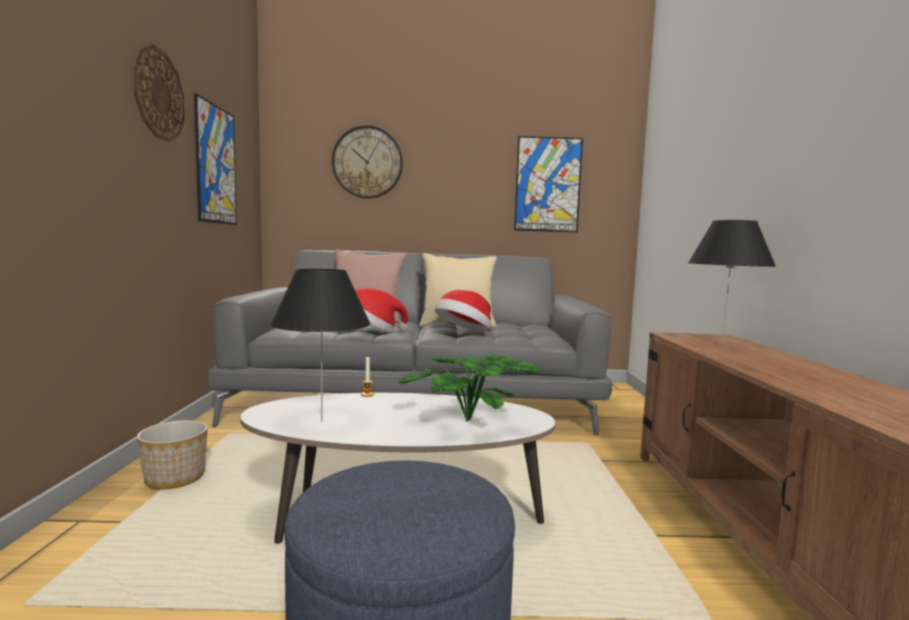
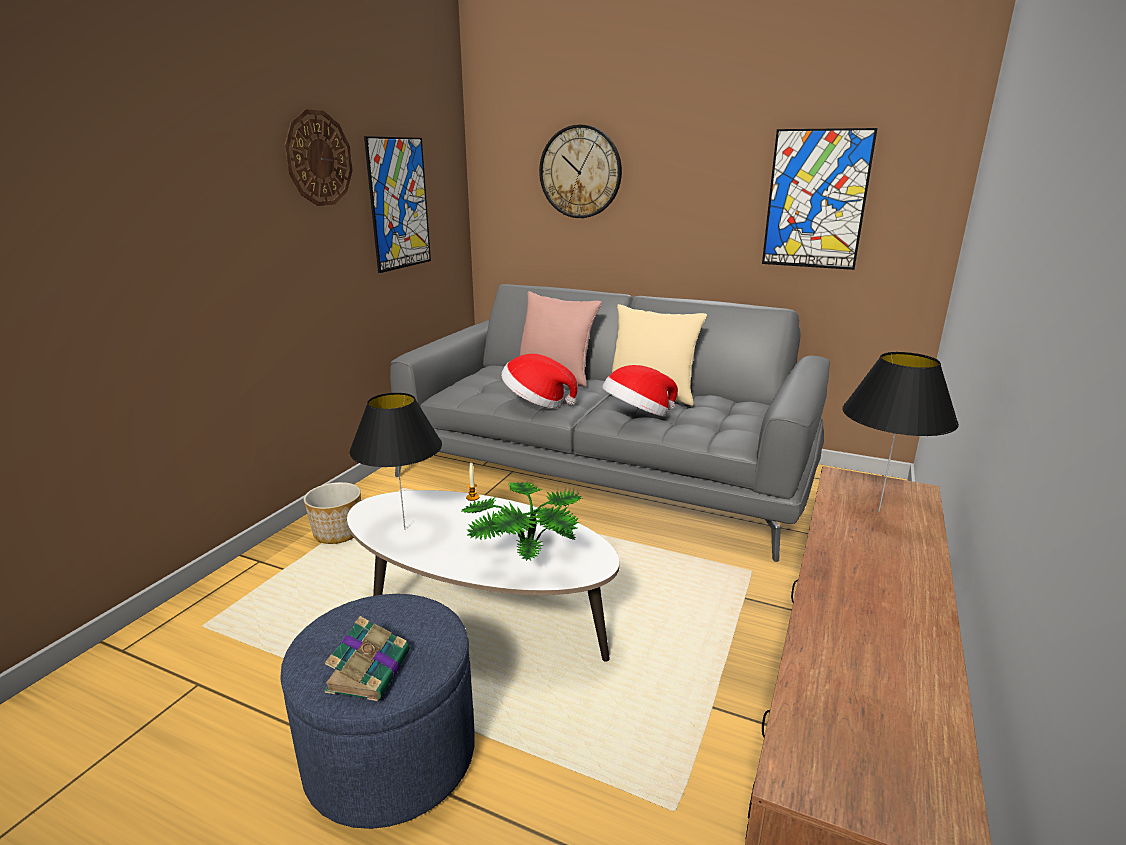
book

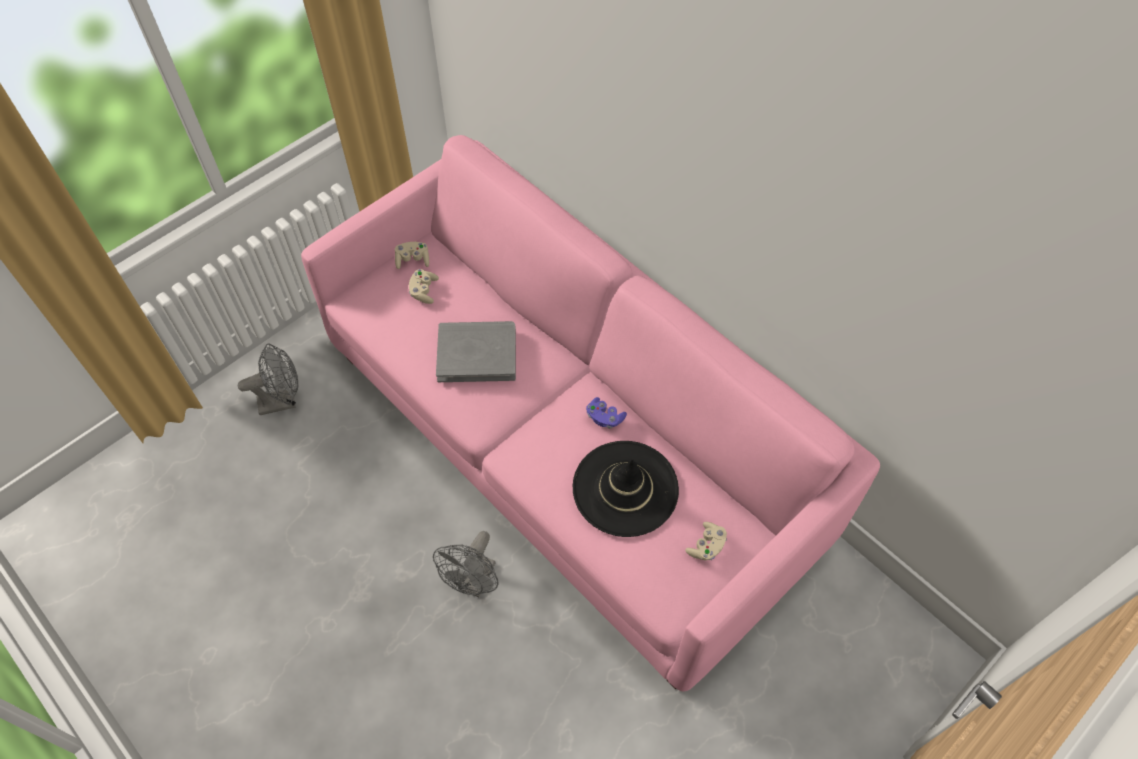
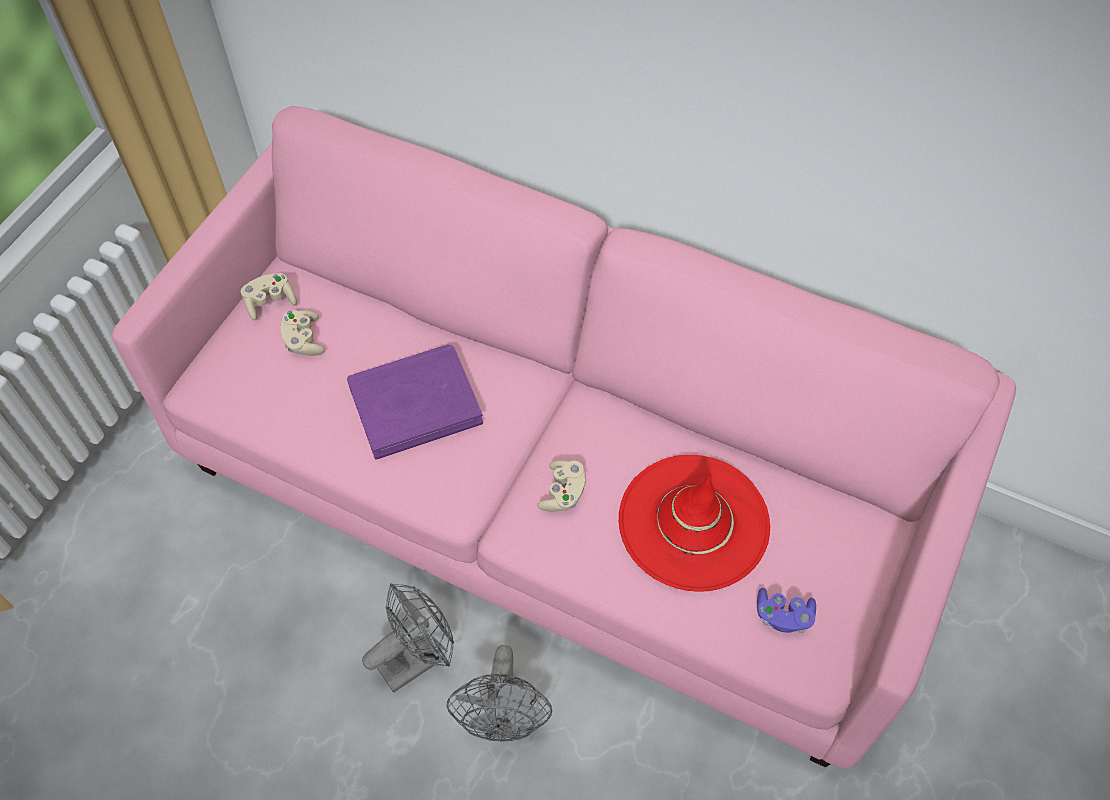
purplish book; grey electric fan (no. 1 from left); beige-coloured joypad (no. 3 from left); red-coloured clothing hat; purplish joypad

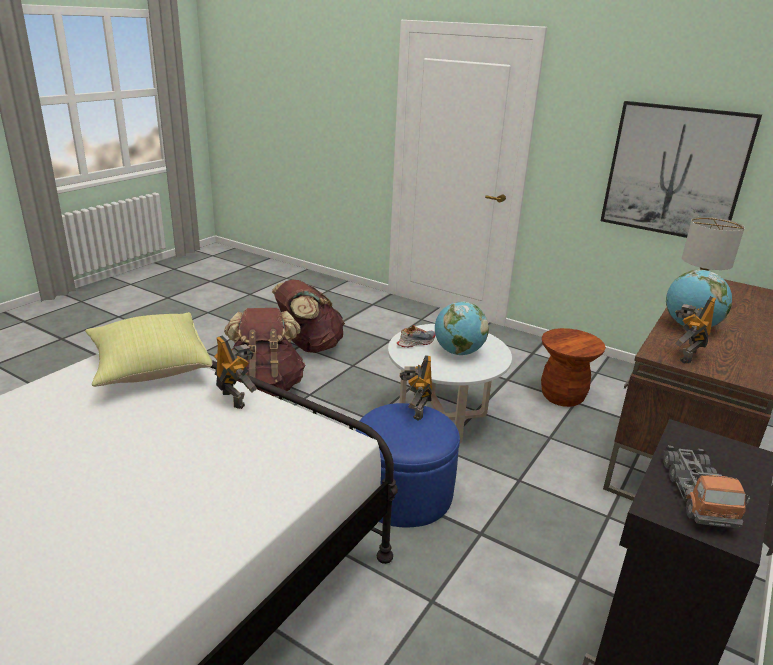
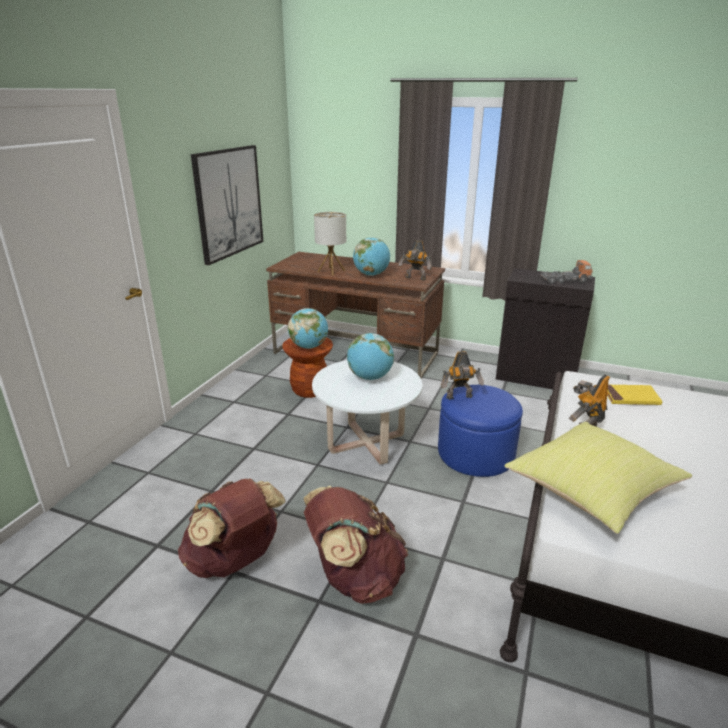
globe (no. 1 from left); yellow-coloured book; item of footwear

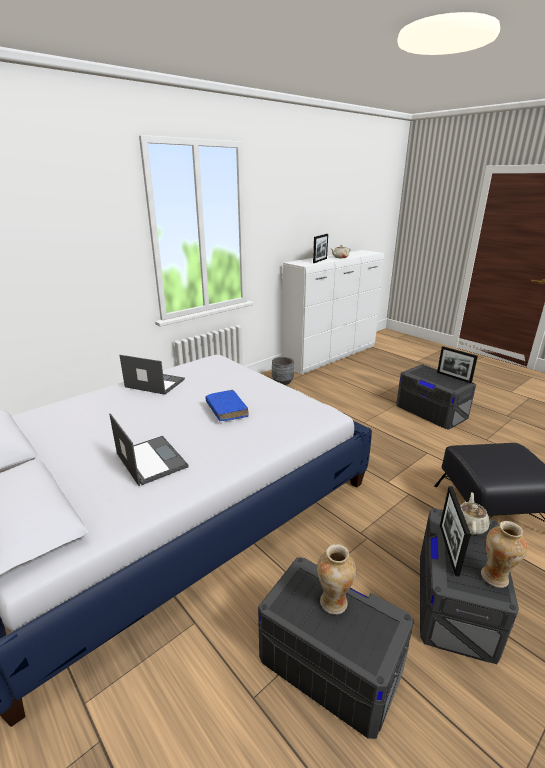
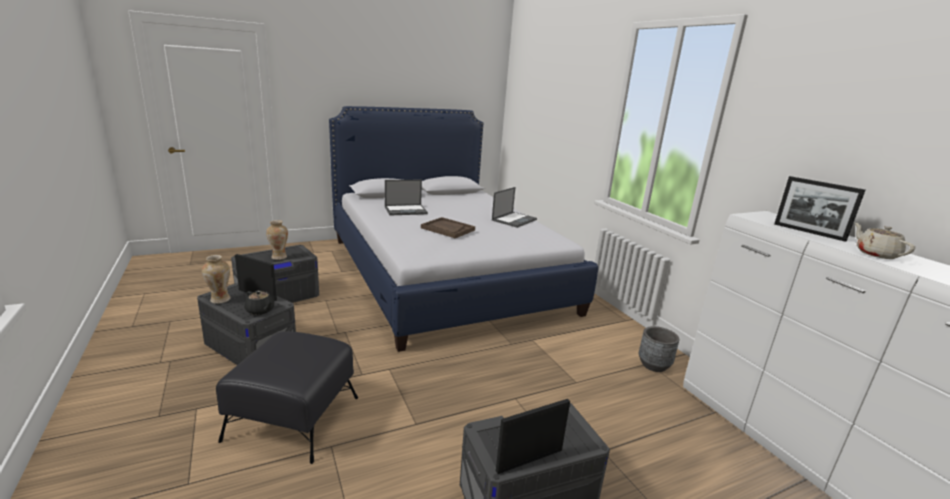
black-coloured teapot; brown-coloured tray

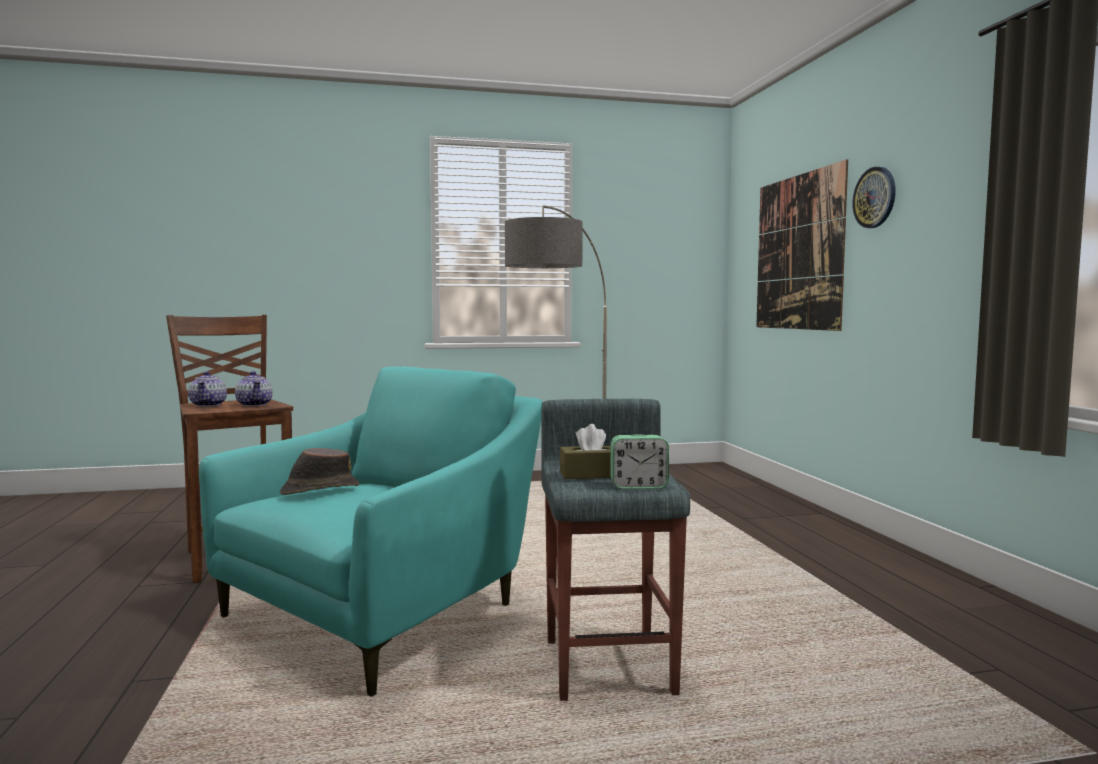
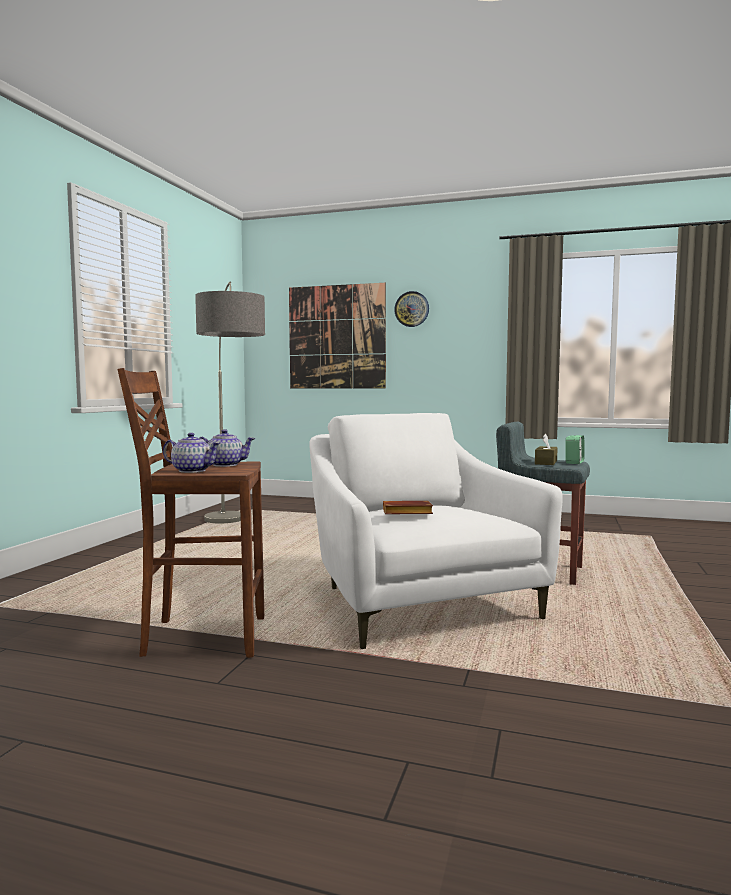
white-coloured easy chair; brown-coloured book

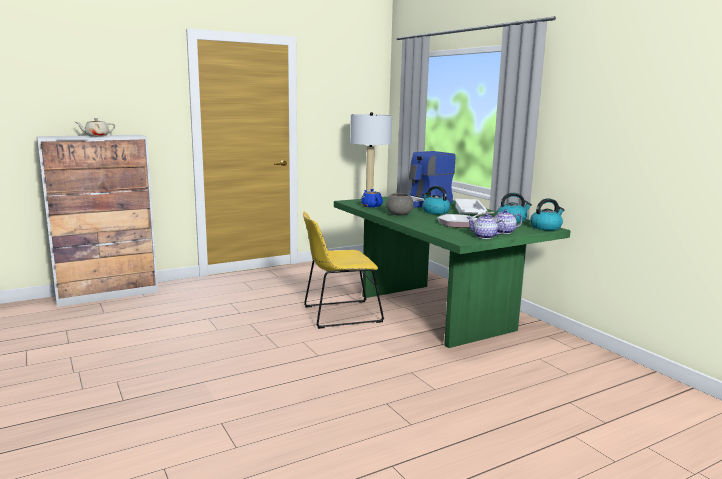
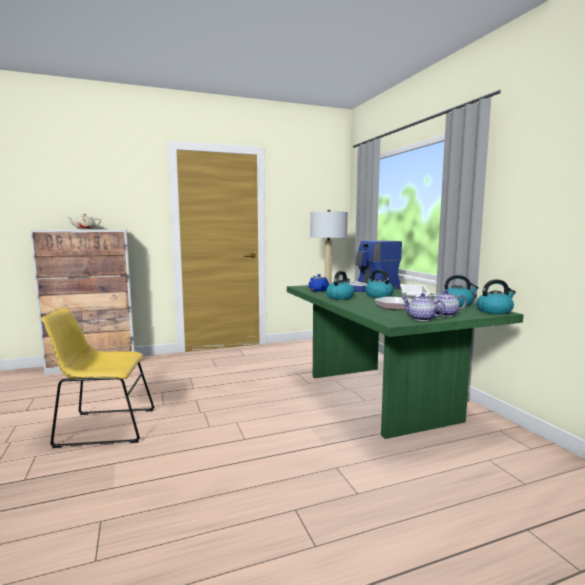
yellow-coloured plain chair; kettle (no. 1 from left)

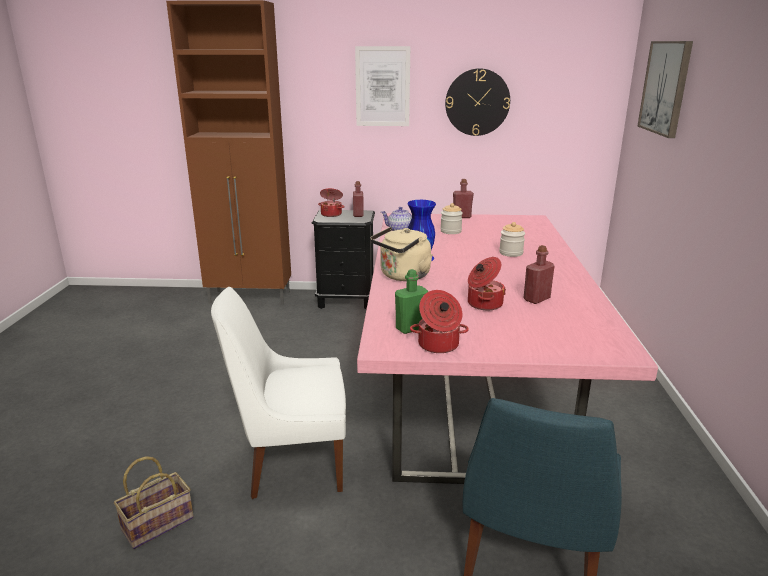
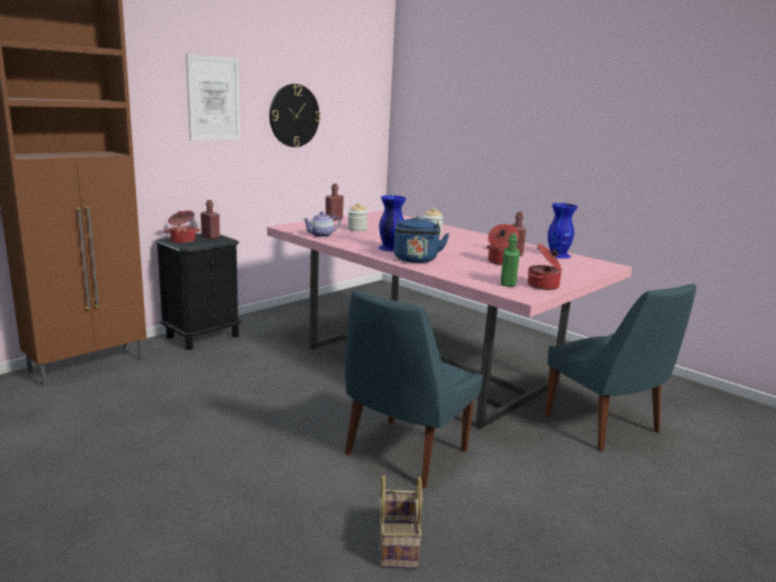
blue-coloured plain chair (no. 1 from left); blue-coloured kettle; blue-coloured flower vase (no. 2 from left); wall art (no. 2 from left in the first image)

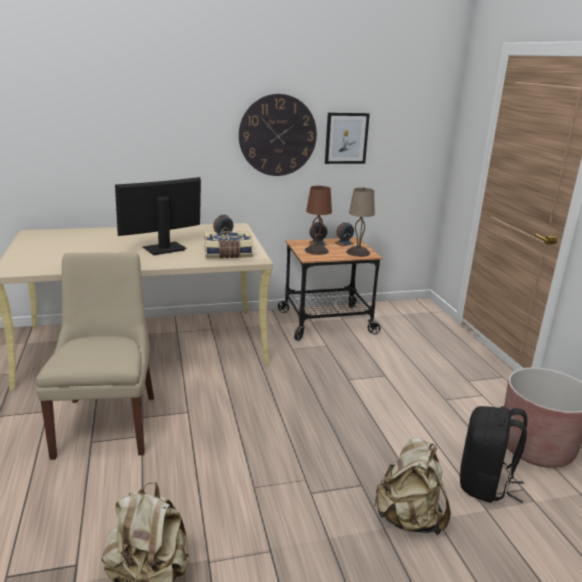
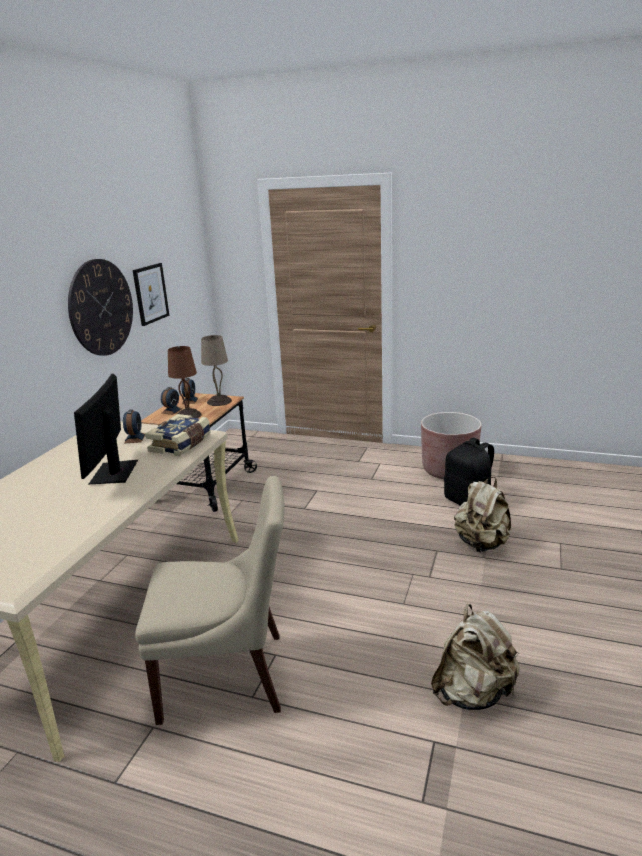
beige-coloured plain chair

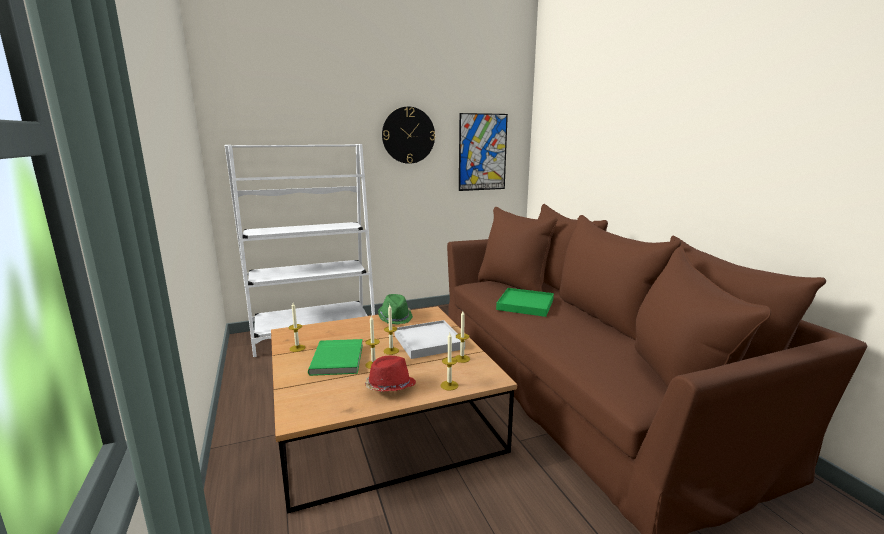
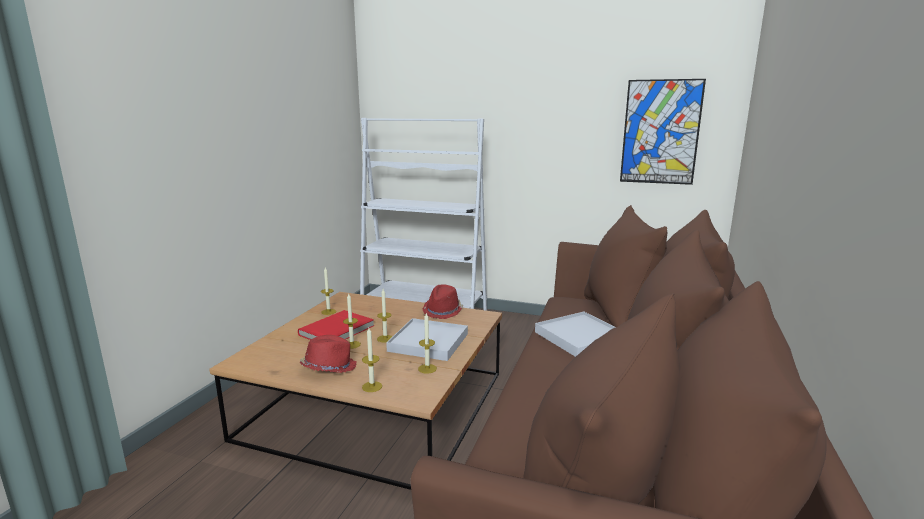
red-coloured book; red-coloured clothing hat (no. 2 from left); white-coloured tray (no. 2 from left); clock on the wall

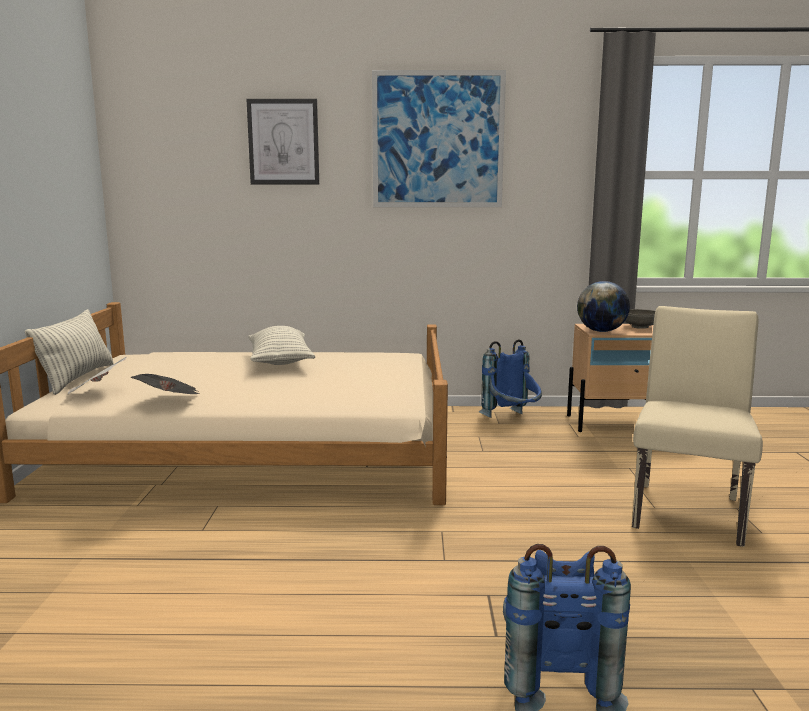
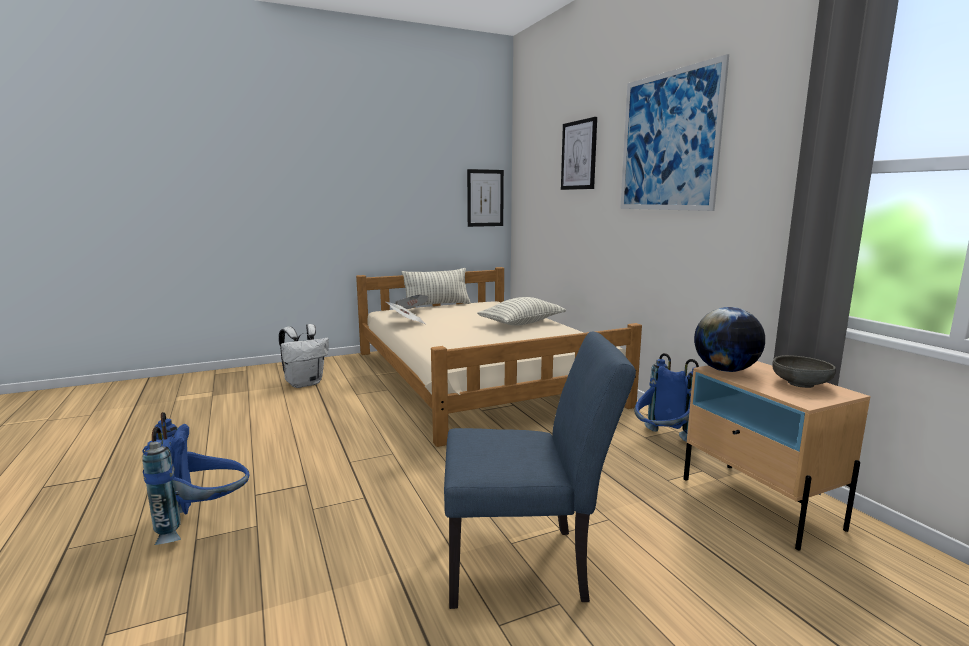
white-coloured backpack; blue-coloured plain chair; wall art (no. 1 from left)

